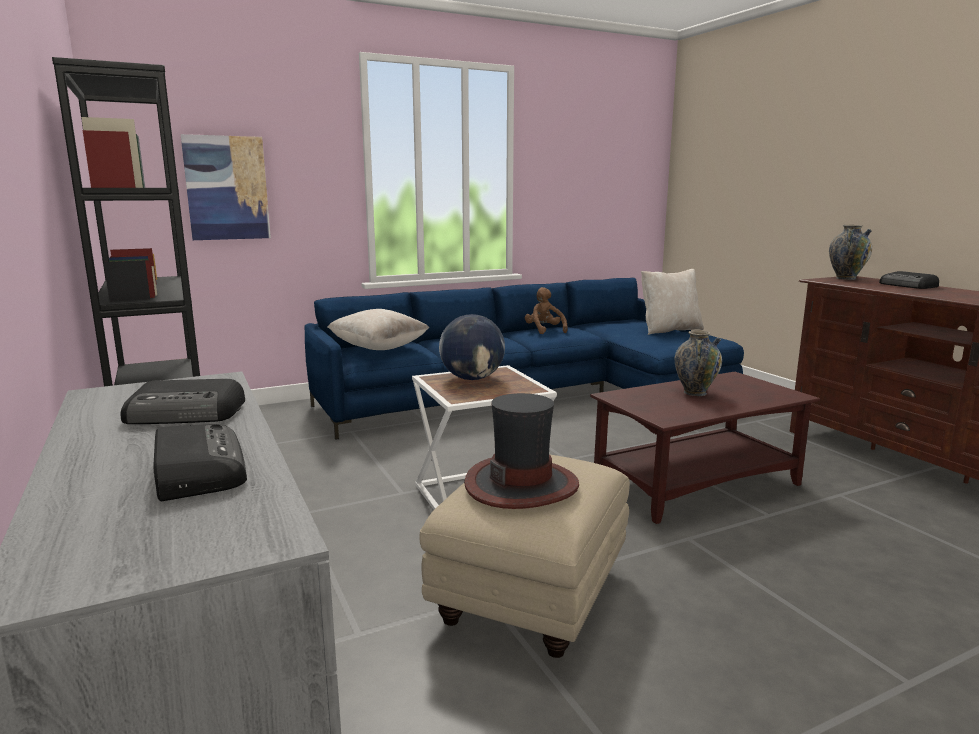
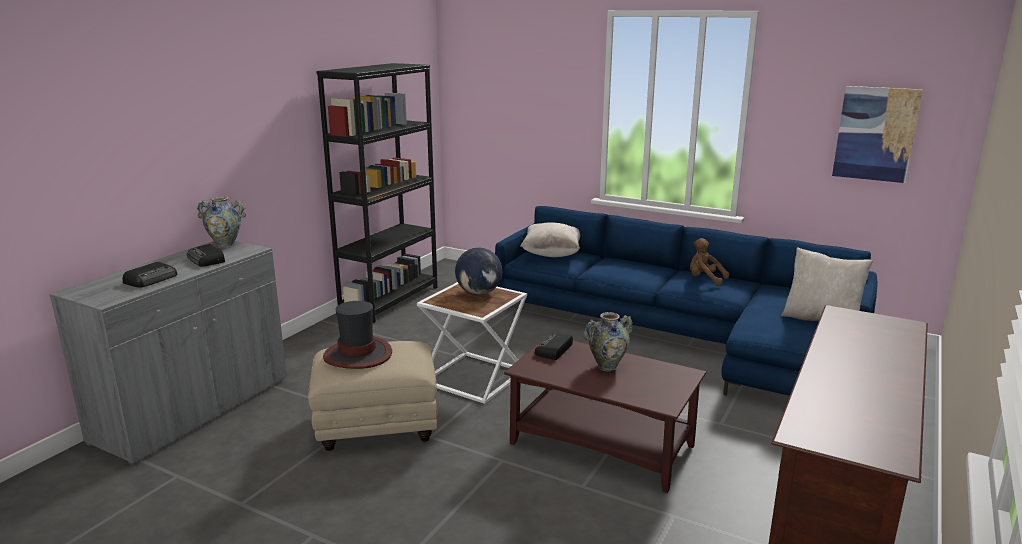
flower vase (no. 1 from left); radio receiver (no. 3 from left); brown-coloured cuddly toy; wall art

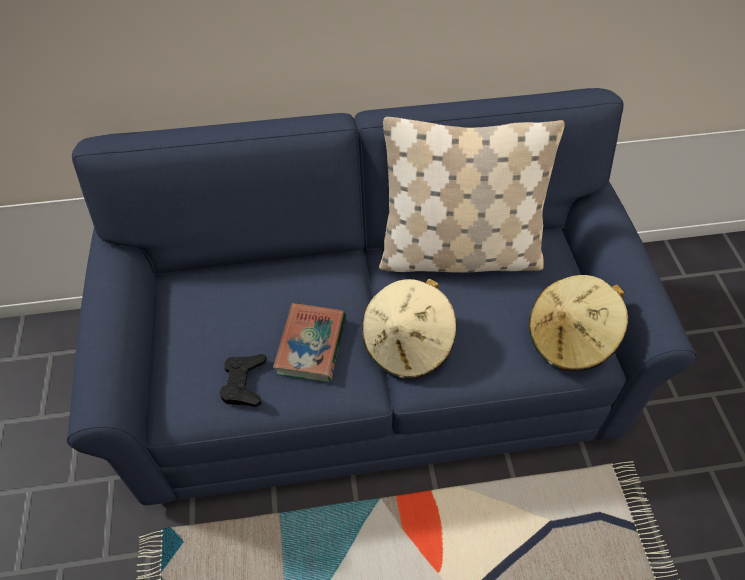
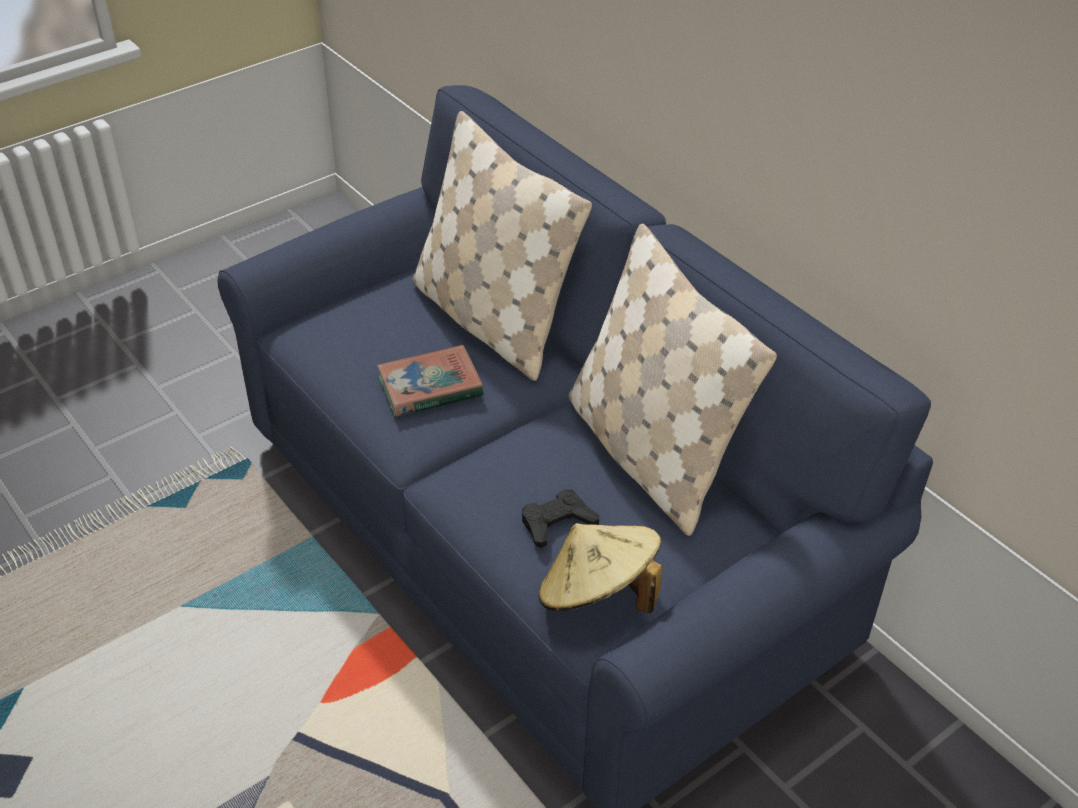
beige-coloured cushion (no. 1 from left); black-coloured joypad; beige-coloured clothing hat (no. 1 from left in the first image)

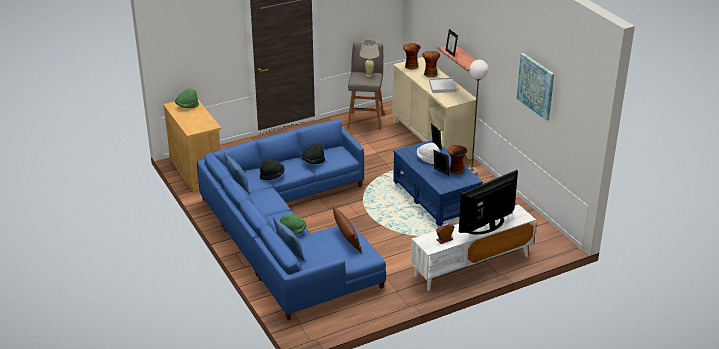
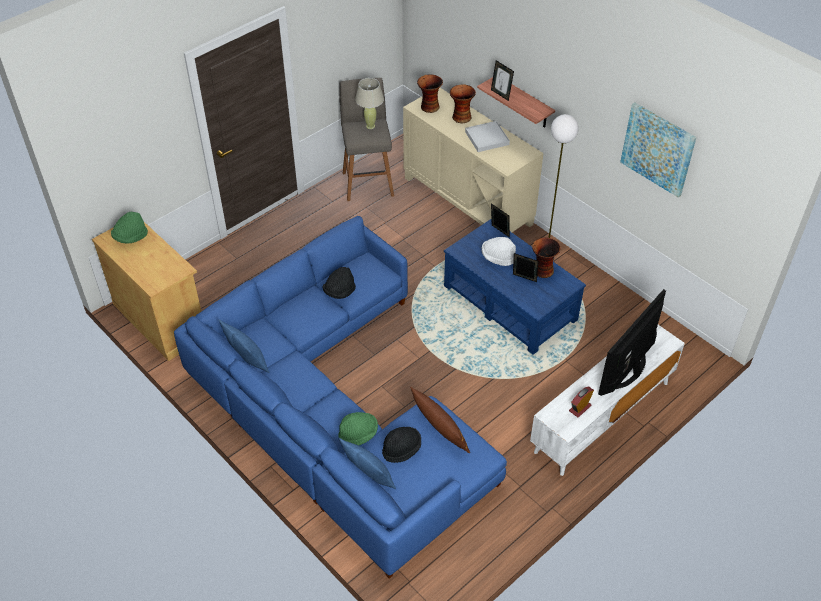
black-coloured clothing hat (no. 2 from left)

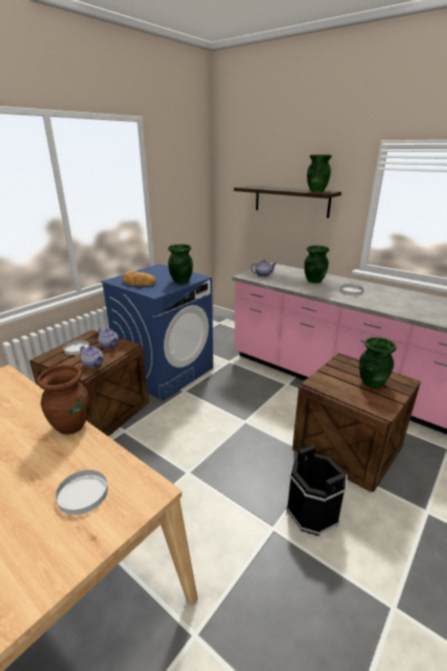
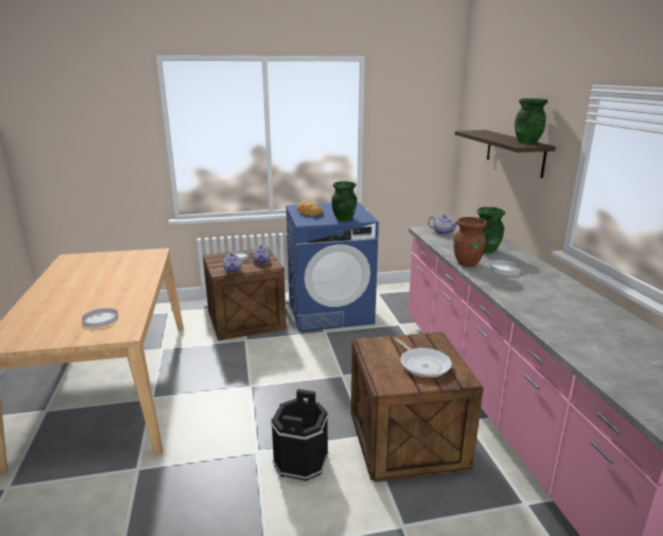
skillet; brown-coloured flower vase

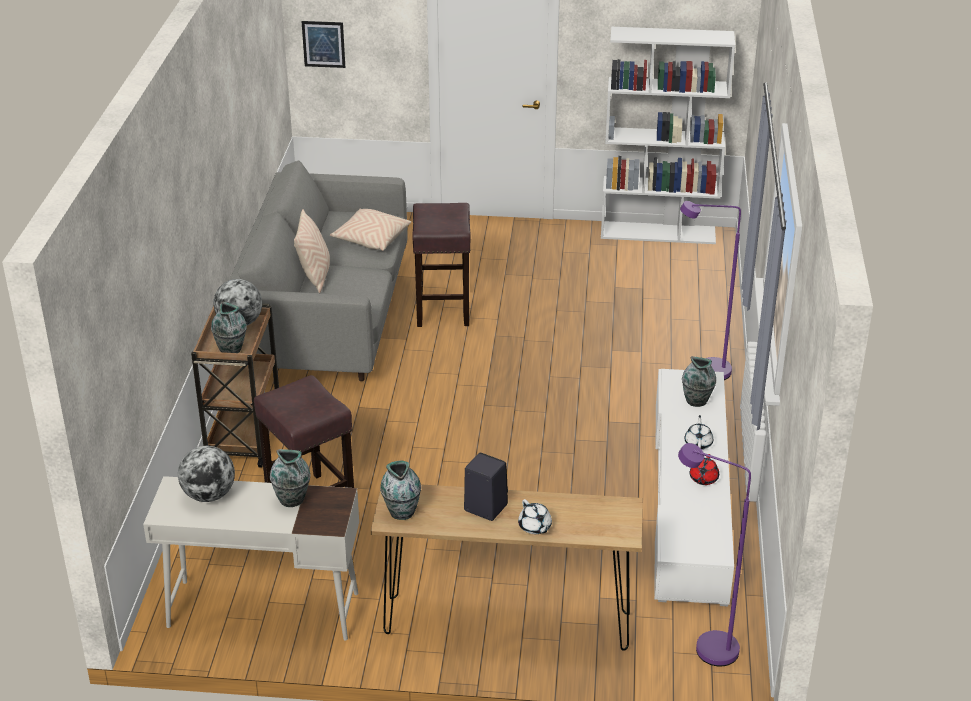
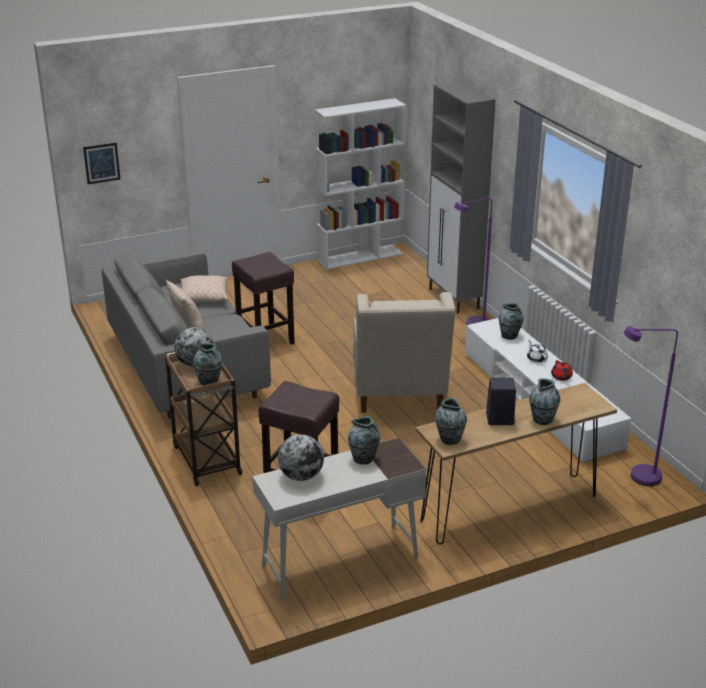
beige-coloured easy chair; grey cabinet; flower vase (no. 5 from left)

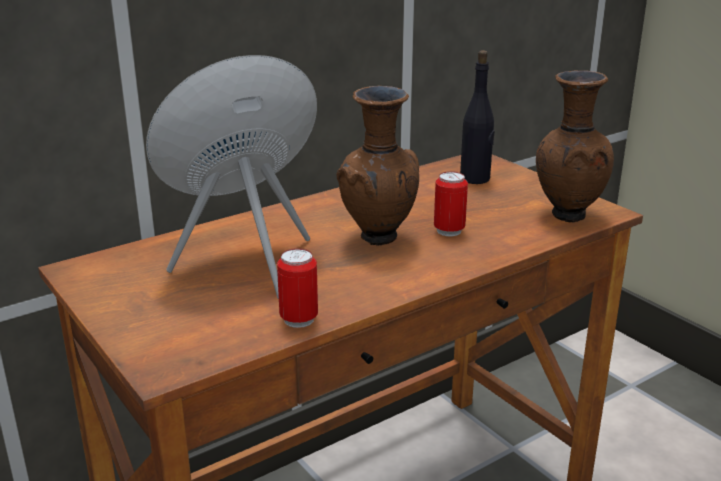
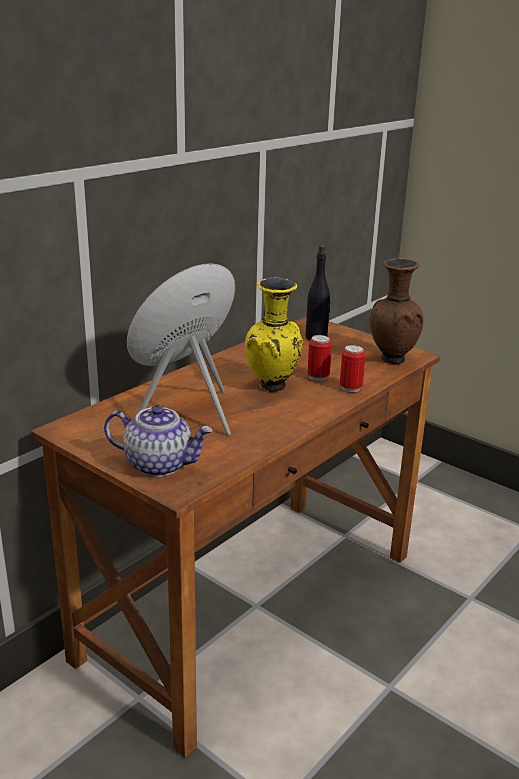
teapot; yellow-coloured flower vase; can (no. 2 from left)

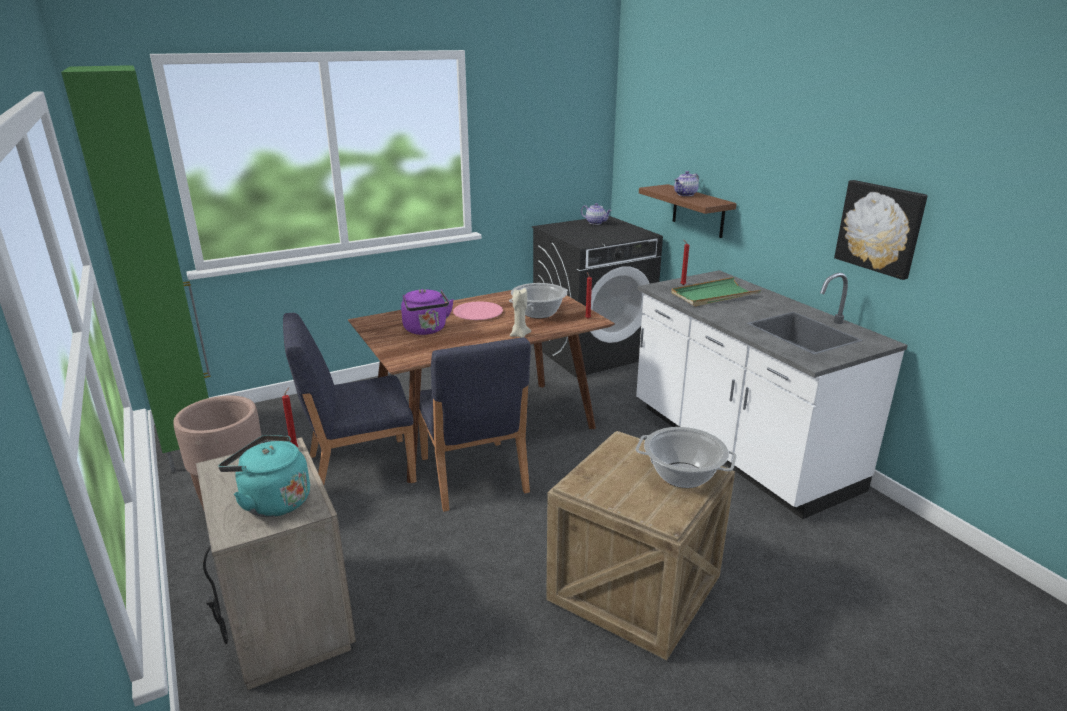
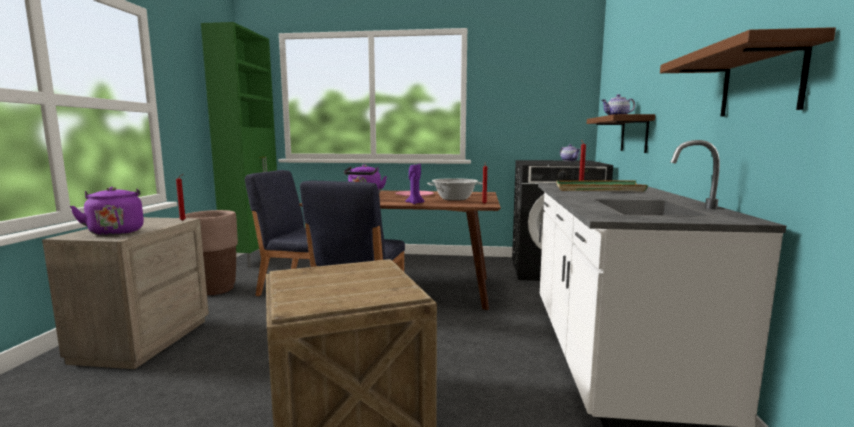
purplish kettle (no. 1 from left); purplish wax candle; brown-coloured shelf (no. 2 from left); cooking pot (no. 2 from left in the first image)

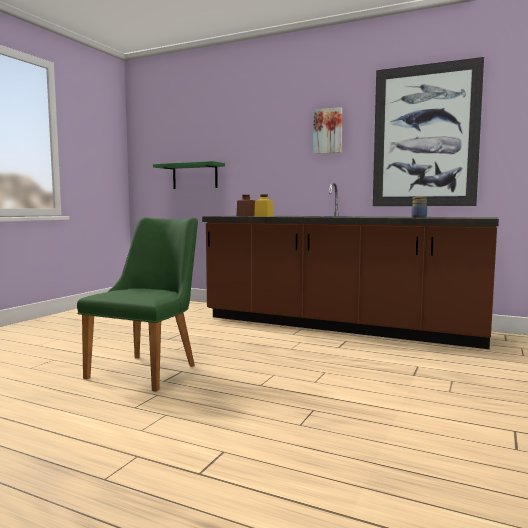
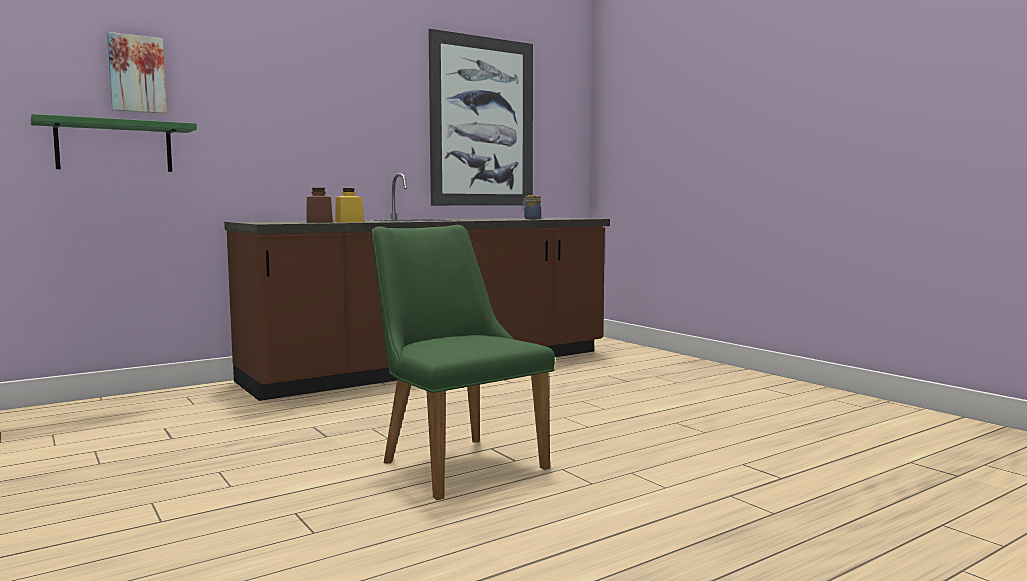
wall art (no. 1 from left)

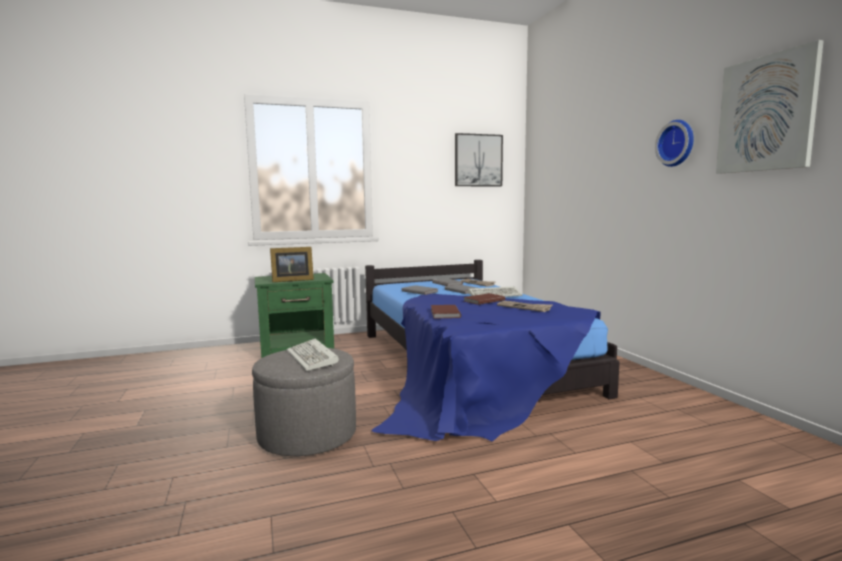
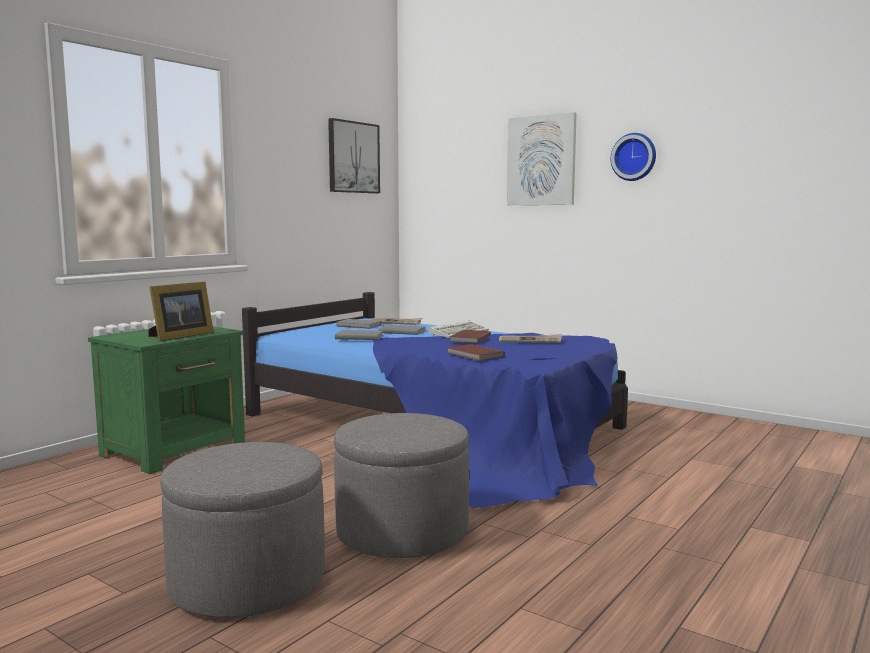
grey footrest (no. 1 from left); wall art (no. 2 from left); PC keyboard (no. 1 from left in the first image)

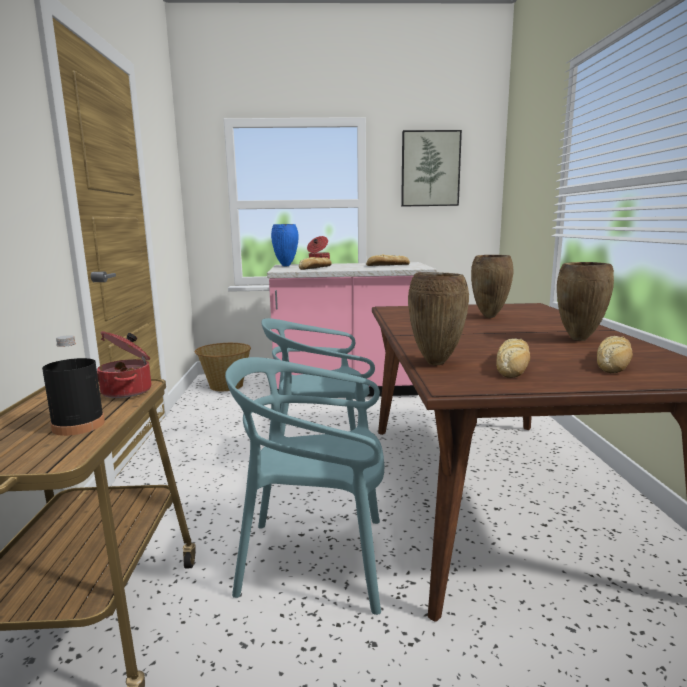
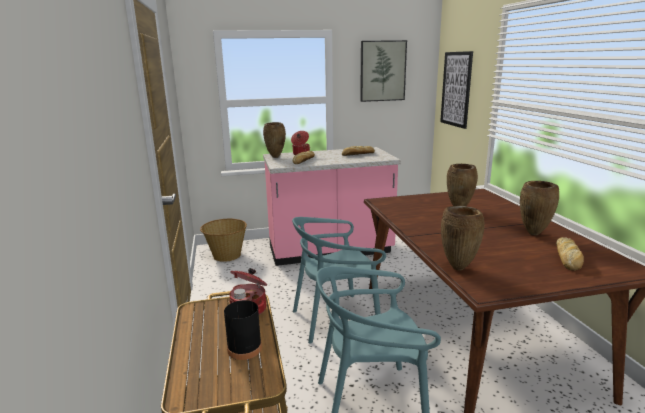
brown-coloured flower vase (no. 1 from left); wall art (no. 2 from left); baked bread (no. 3 from left in the first image)

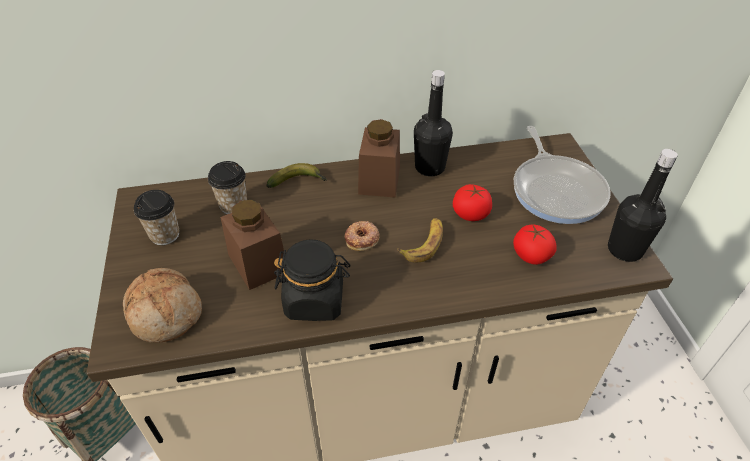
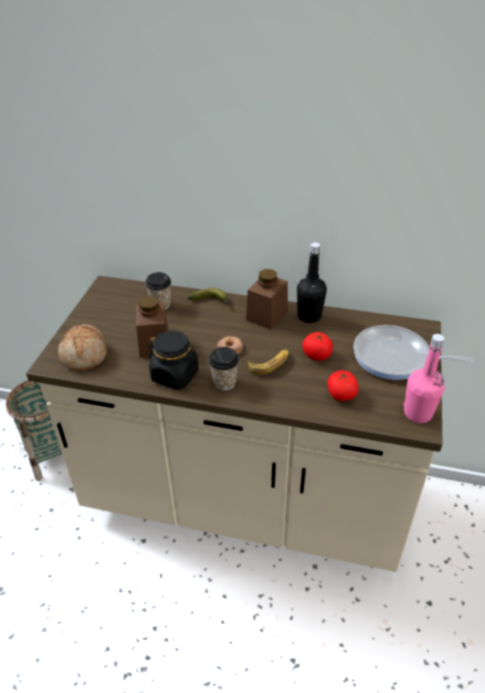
small cup (no. 2 from left); skillet; pink beverage bottle

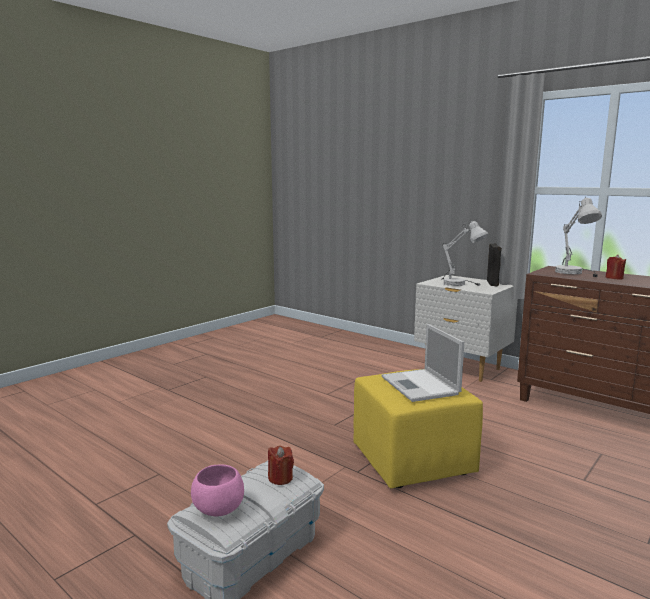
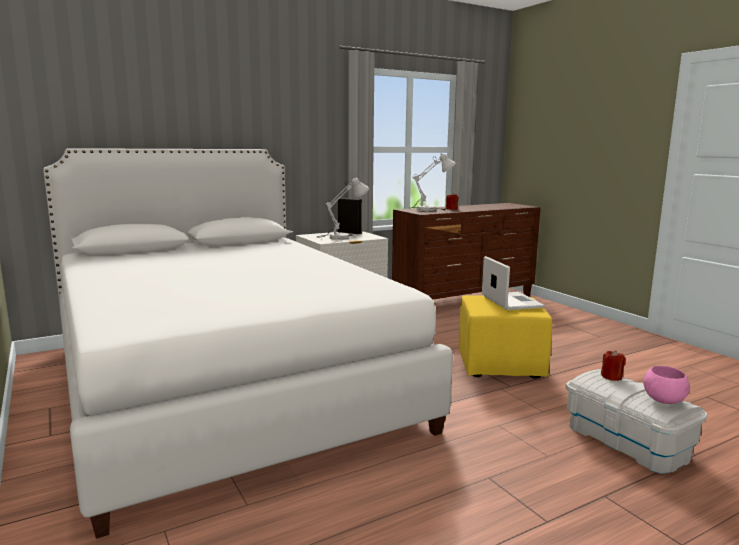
white-coloured bed; portable computer

